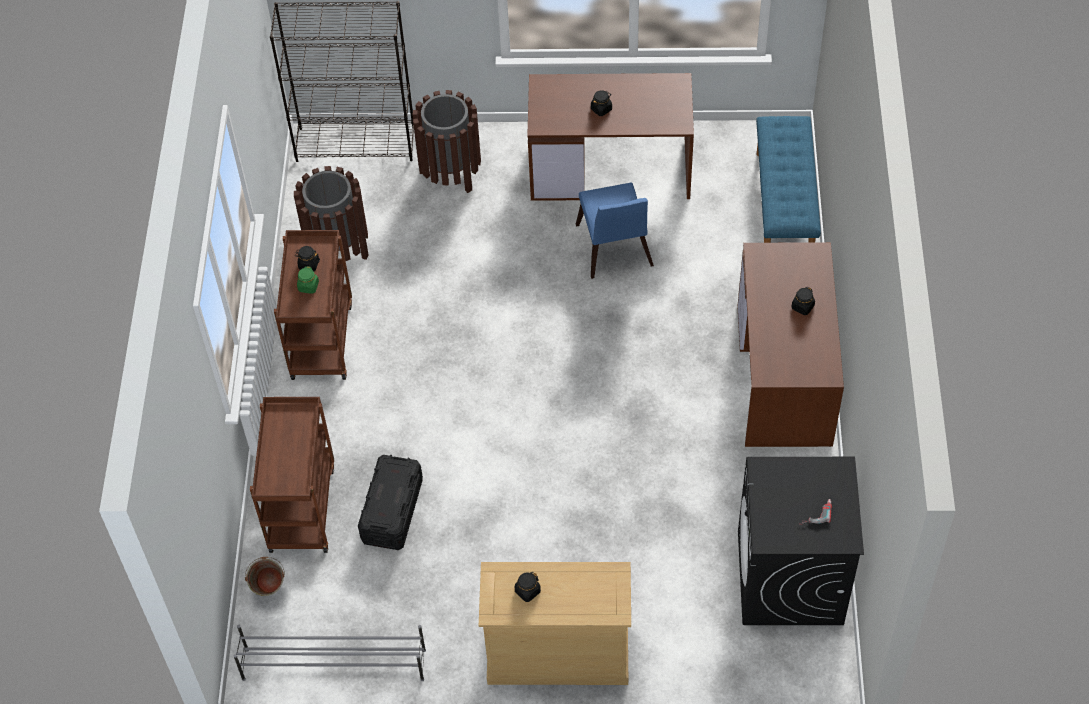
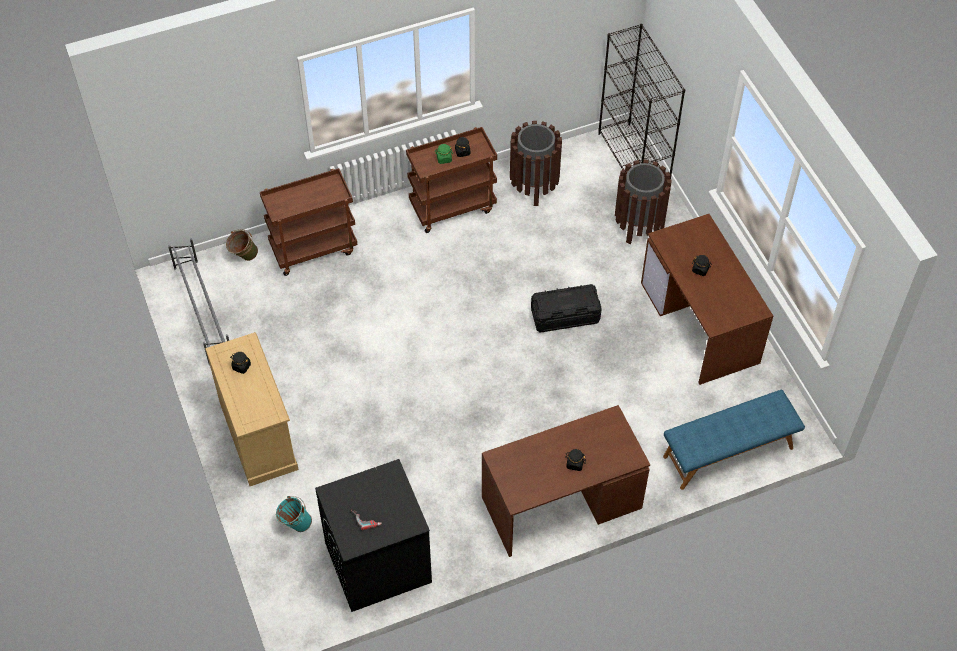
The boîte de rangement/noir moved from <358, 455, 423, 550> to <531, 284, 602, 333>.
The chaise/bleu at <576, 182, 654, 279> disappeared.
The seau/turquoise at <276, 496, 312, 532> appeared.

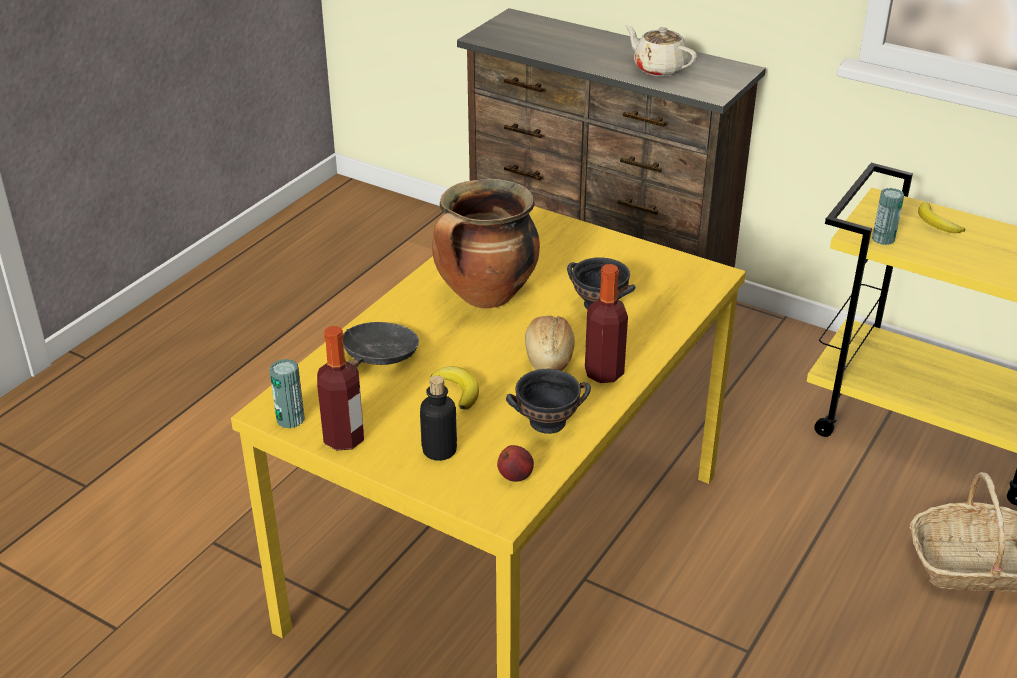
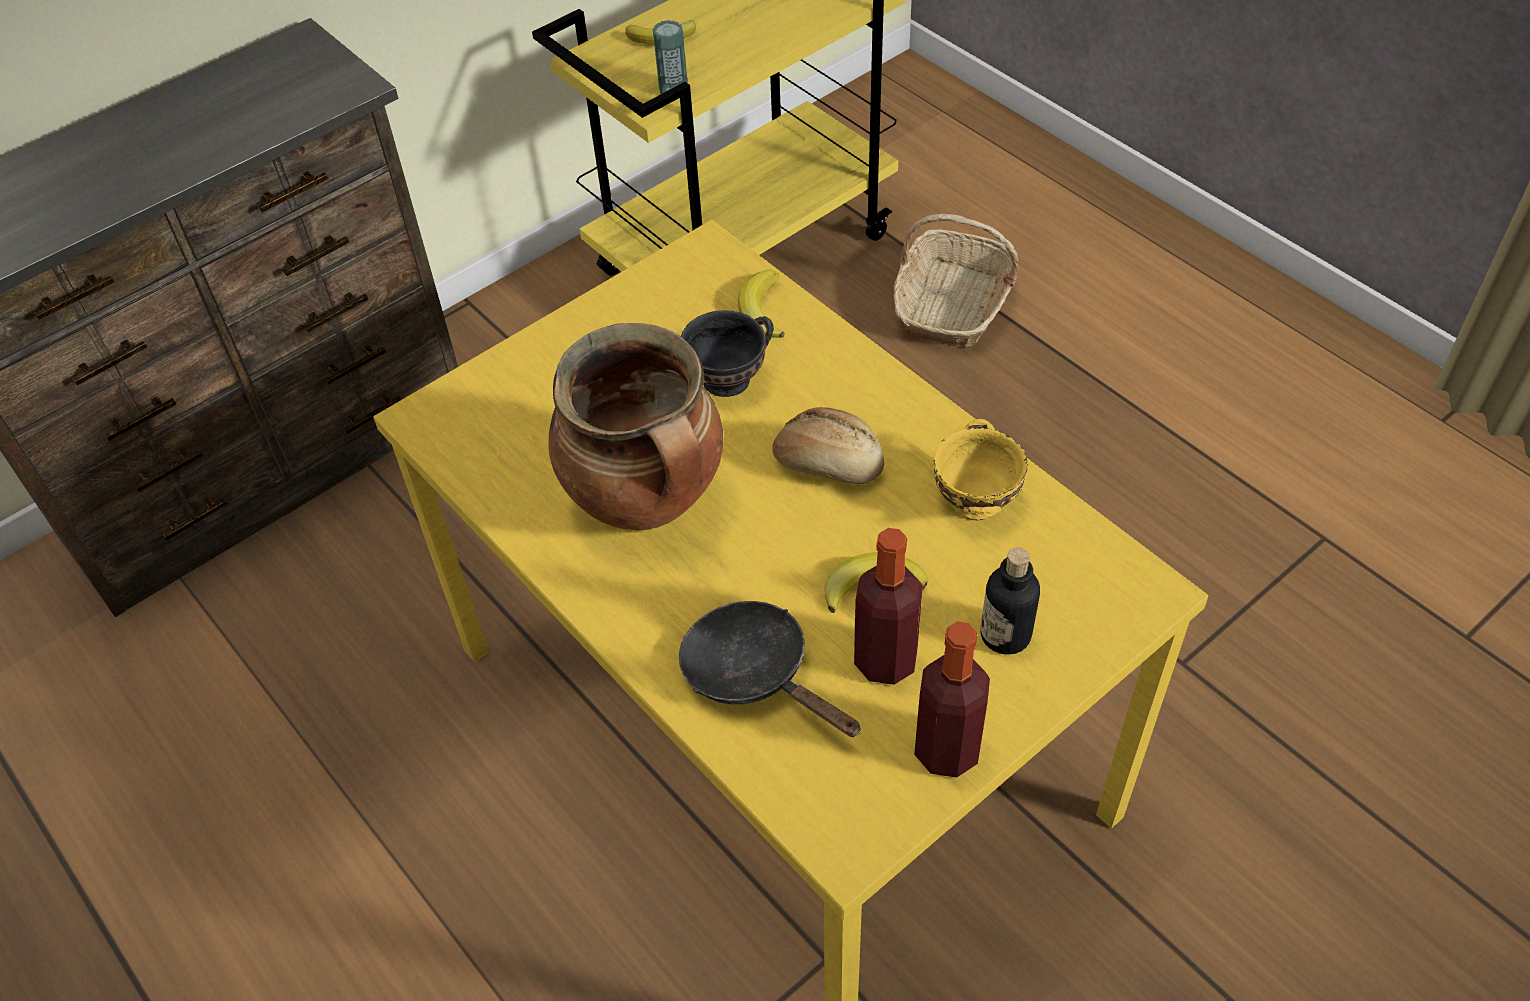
The boîte métallique at <269, 359, 305, 428> disappeared.
The pomme at <497, 445, 534, 482> disappeared.
The bol/noir at <506, 369, 591, 434> became the bol/jaune at <933, 419, 1028, 520>.
The bouteille moved from <585, 264, 628, 383> to <854, 528, 923, 685>.
The théière/beige at <625, 25, 697, 76> disappeared.
The banane at <738, 270, 785, 338> appeared.

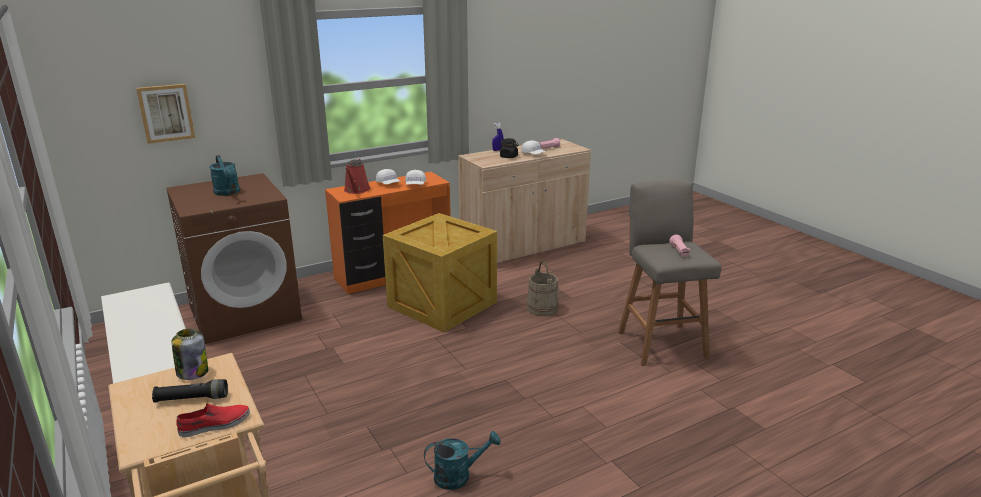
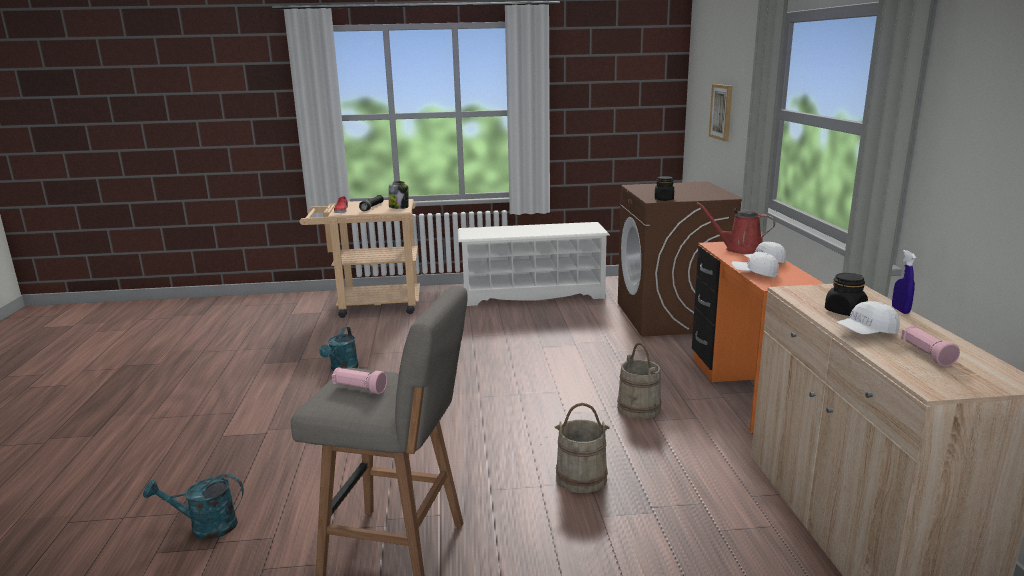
The arrosoir/turquoise moved from <209, 155, 240, 196> to <143, 474, 244, 539>.
The caisse at <383, 213, 497, 332> was replaced by the seau/beige at <617, 343, 662, 419>.
The bocal/noir at <655, 176, 674, 201> appeared.

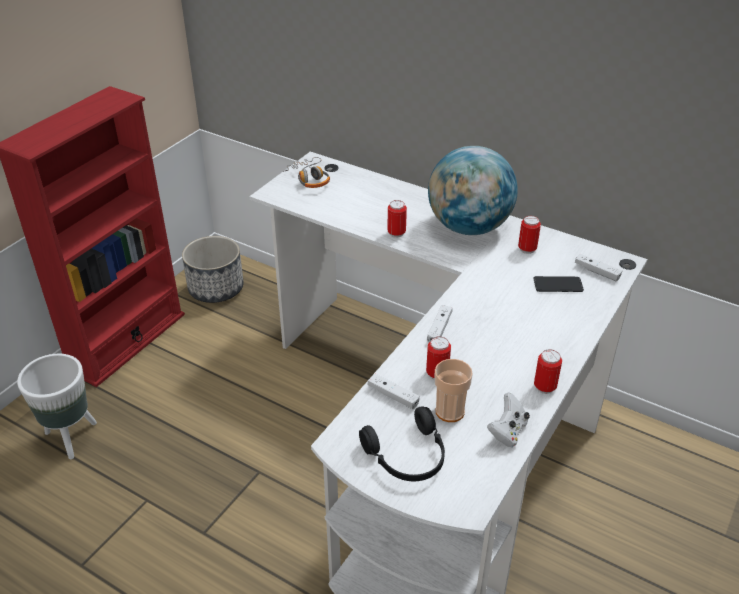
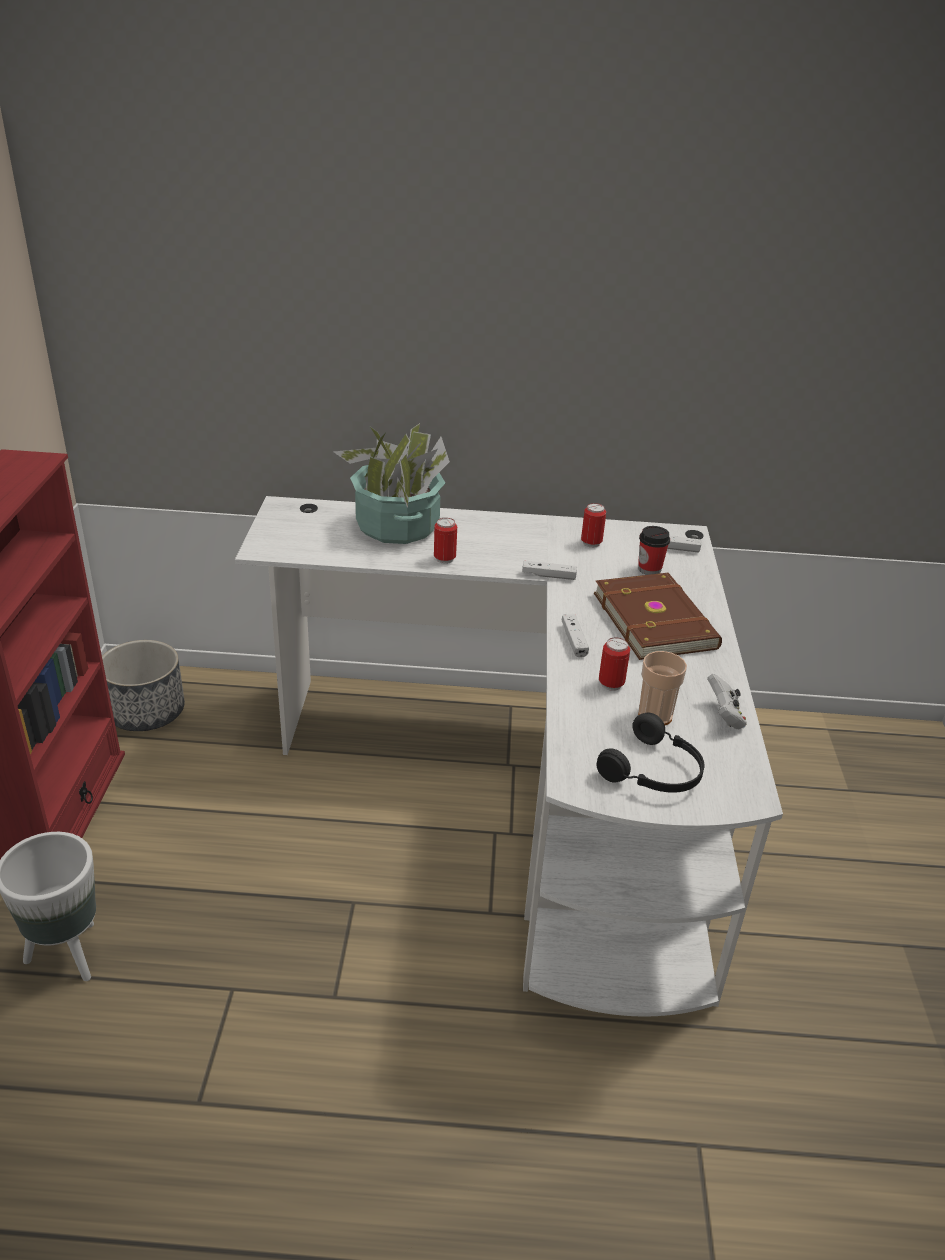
The casque audio at <283, 157, 330, 188> disappeared.
The manette/blanc moved from <368, 374, 420, 409> to <522, 561, 577, 580>.
The globe at <428, 146, 518, 235> disappeared.
The téléphone at <533, 276, 584, 292> was replaced by the tasse at <638, 526, 670, 575>.
The boîte métallique at <534, 349, 562, 394> disappeared.
The plante en pot at <333, 423, 450, 544> appeared.
The livre/marron at <594, 573, 722, 660> appeared.

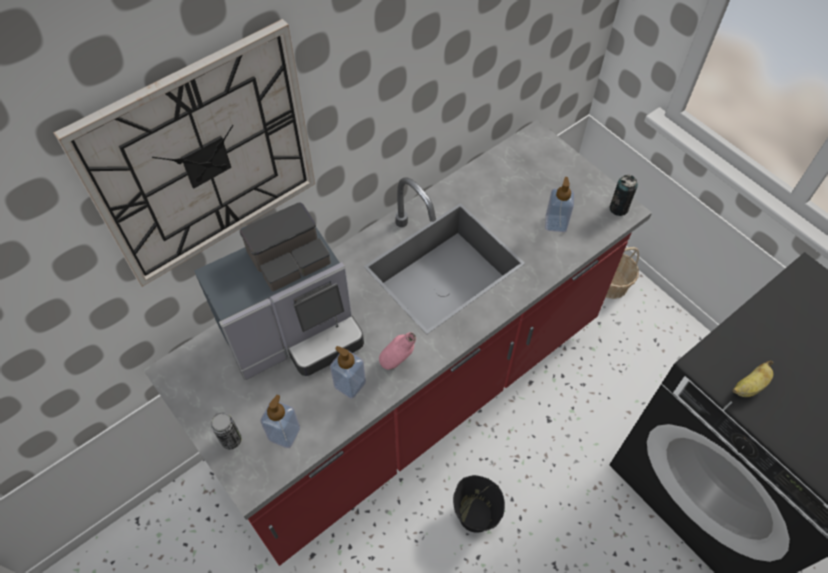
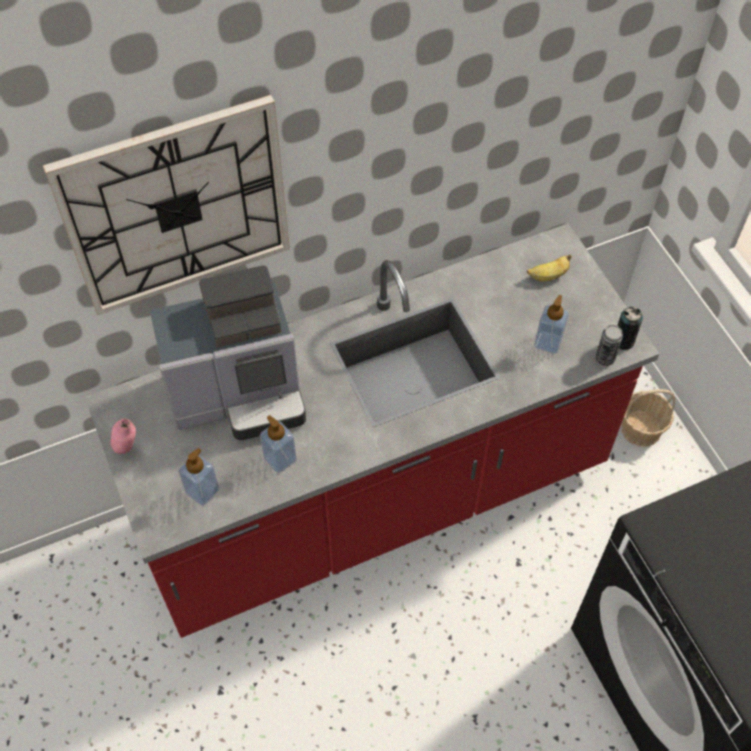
The boîte métallique moved from <211, 412, 242, 449> to <596, 325, 623, 366>.
The bouteille/rose moved from <379, 332, 416, 370> to <110, 418, 136, 454>.
The seau/noir at <453, 475, 505, 533> disappeared.
The banane moved from <733, 360, 773, 397> to <527, 254, 572, 282>.

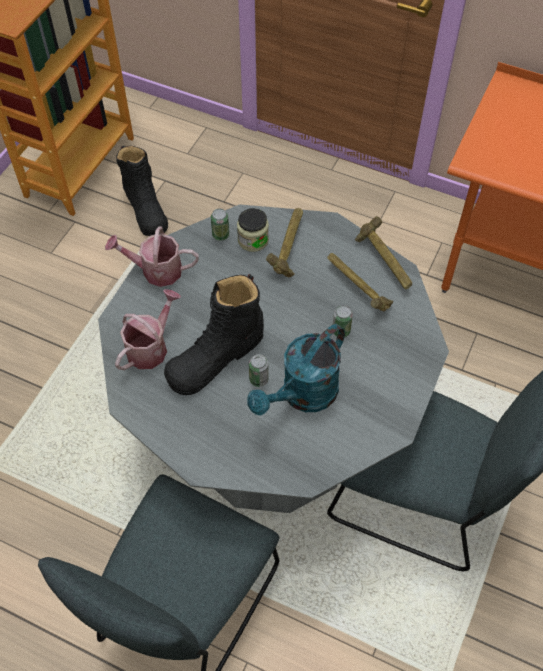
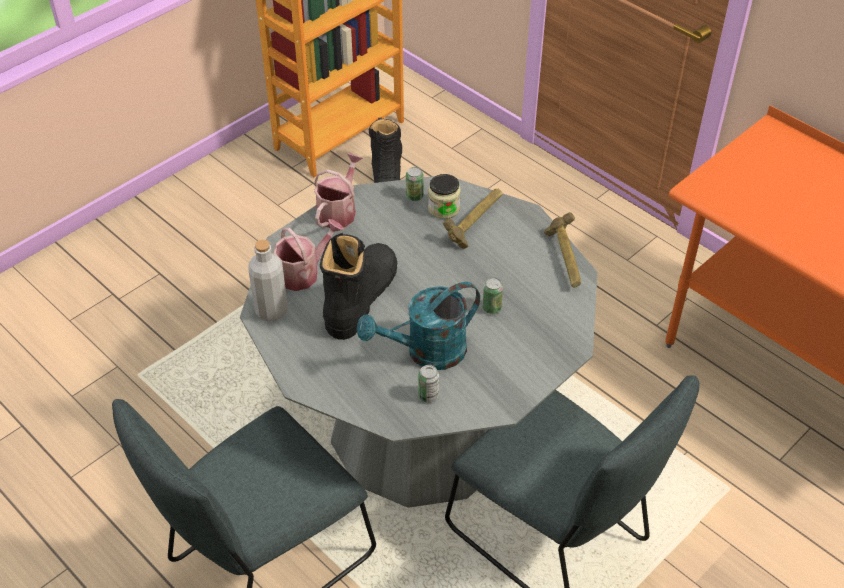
The arrosoir at <105, 226, 199, 287> turned 90 degrees clockwise.
The botte/noir at <164, 274, 264, 395> turned 135 degrees clockwise.
The boîte métallique moved from <249, 354, 269, 387> to <418, 365, 439, 403>.
The marteau at <327, 253, 393, 312> disappeared.
The bouteille/gris at <248, 239, 288, 321> appeared.

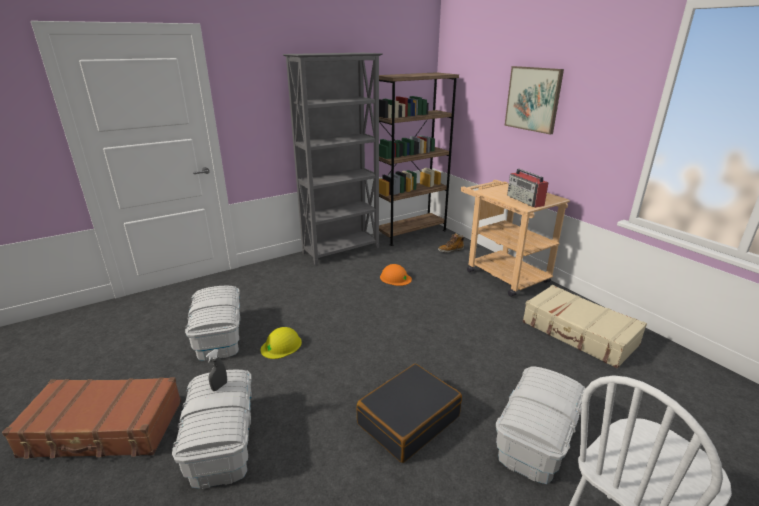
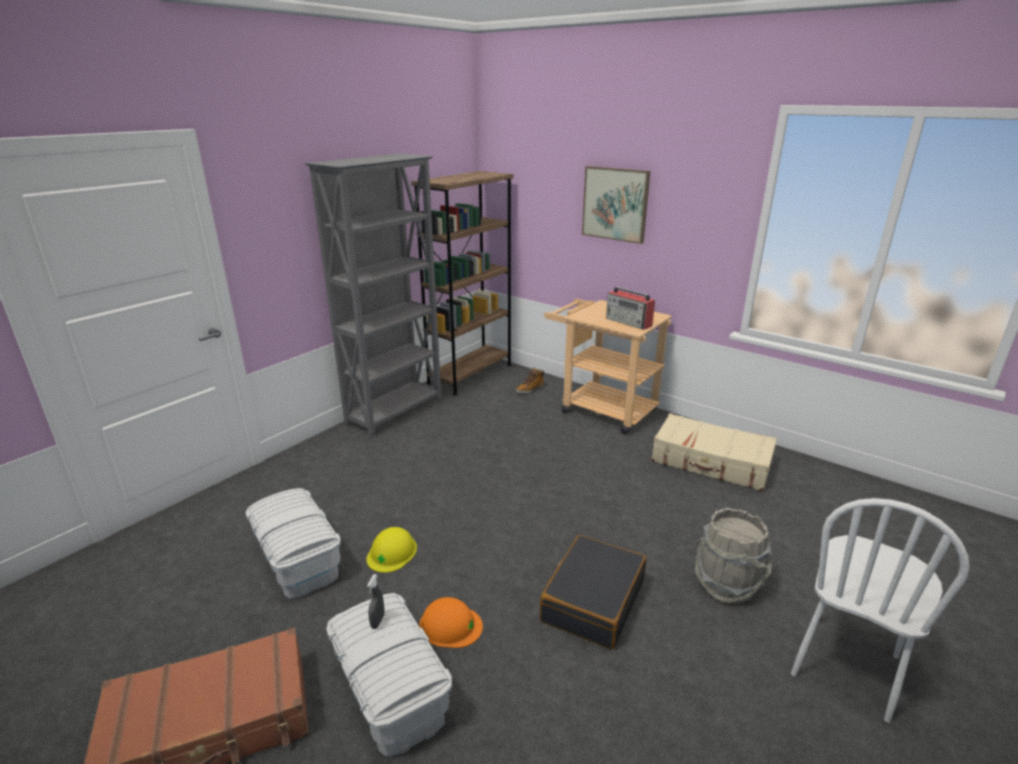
The casque de chantier/orange moved from <380, 264, 412, 286> to <419, 597, 483, 648>.
The boîte de rangement/blanc at <496, 366, 585, 484> was replaced by the seau/gris at <695, 508, 773, 604>.

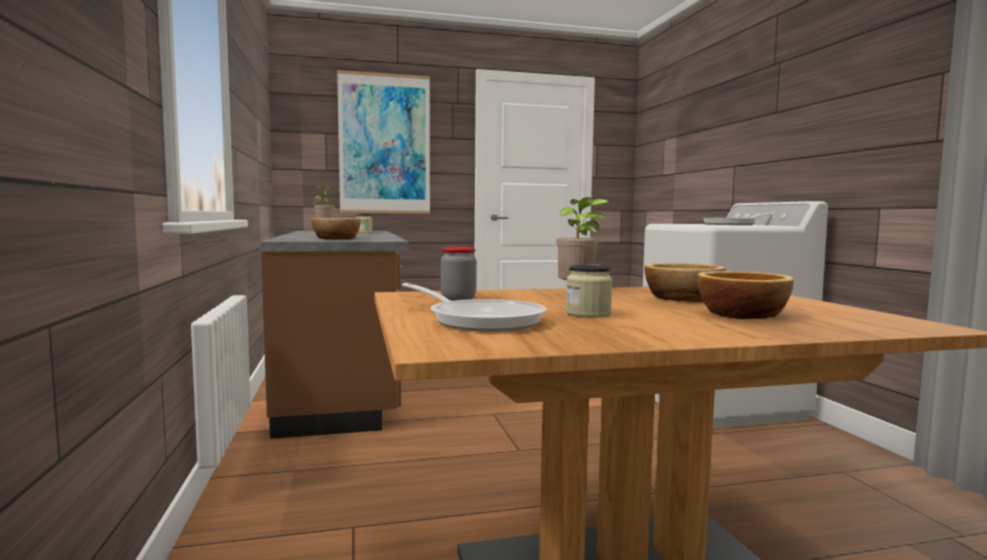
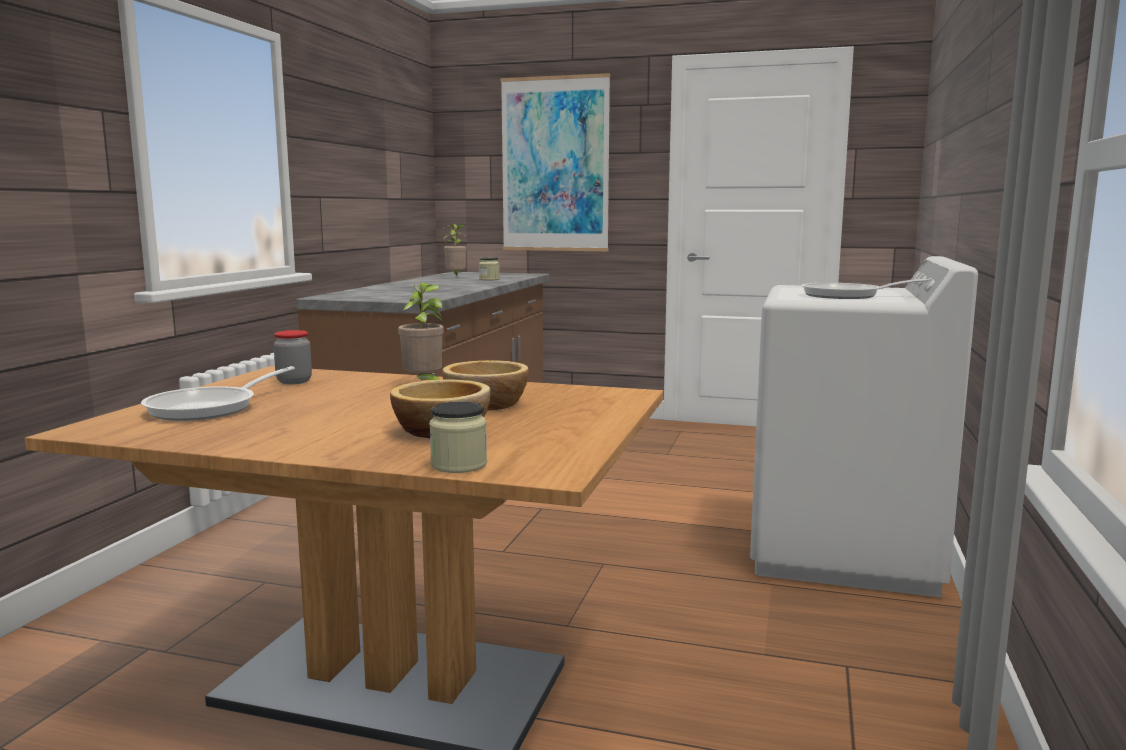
The bol at <311, 218, 361, 240> disappeared.
The poêle at <402, 283, 547, 332> turned 45 degrees clockwise.
The bocal moved from <566, 264, 612, 317> to <429, 402, 487, 473>.

